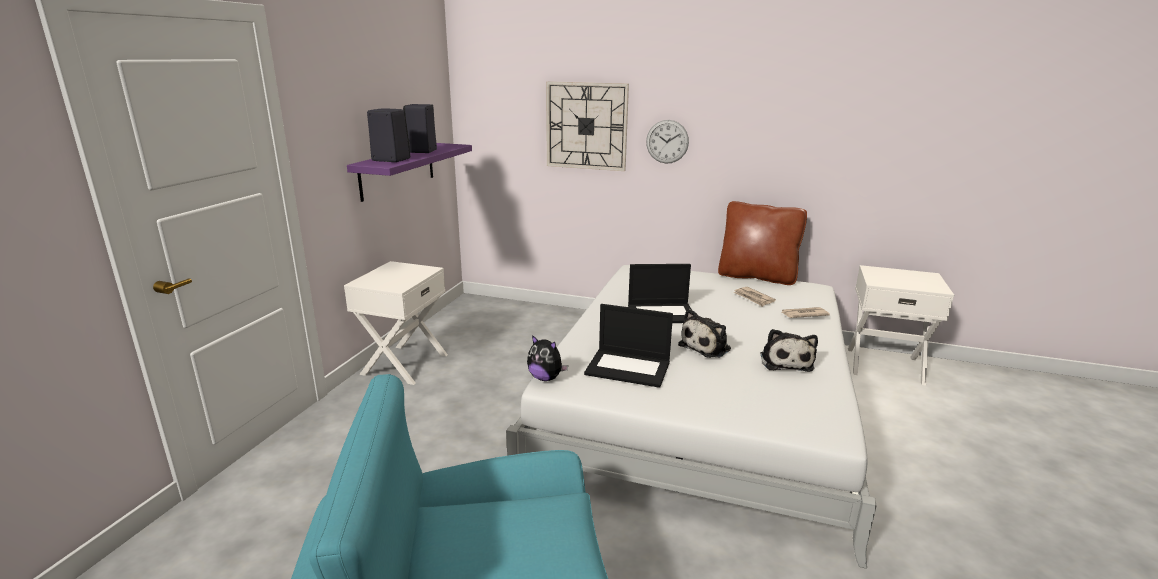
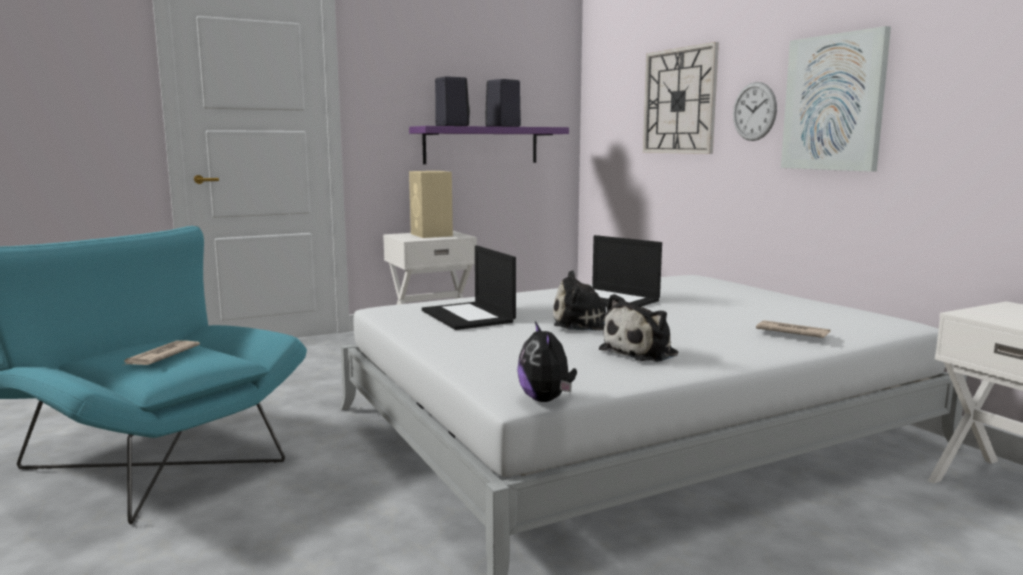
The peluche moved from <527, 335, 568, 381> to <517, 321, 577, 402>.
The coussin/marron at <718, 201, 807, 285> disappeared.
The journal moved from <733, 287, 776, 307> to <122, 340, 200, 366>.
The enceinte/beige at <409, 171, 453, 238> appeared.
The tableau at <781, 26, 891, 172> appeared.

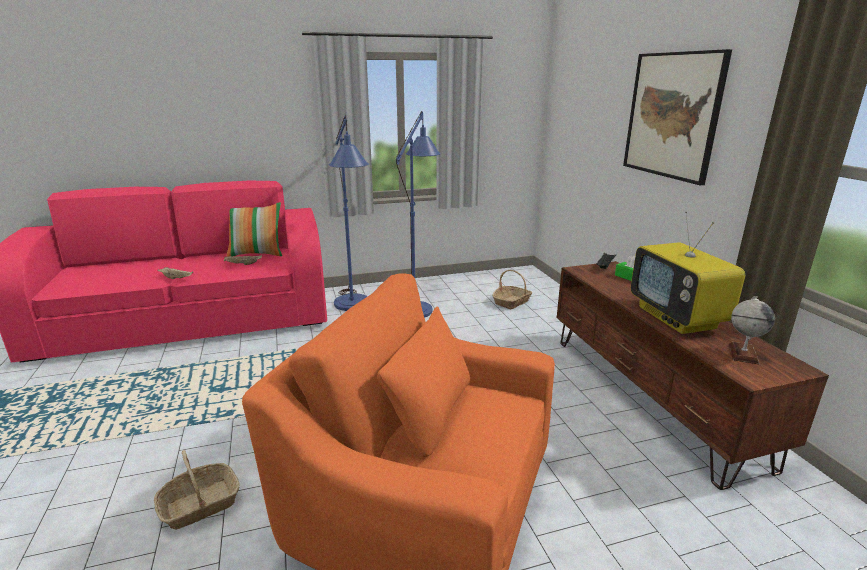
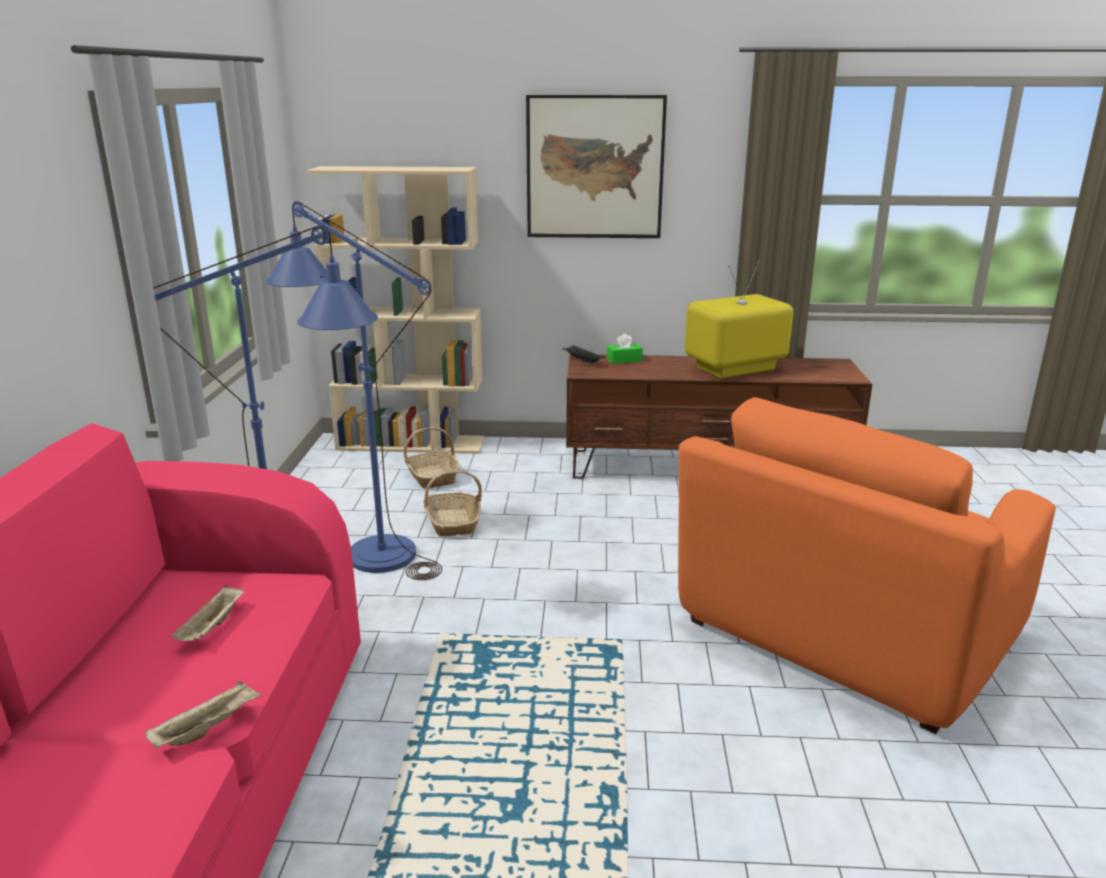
The panier moved from <154, 450, 240, 529> to <423, 470, 482, 536>.
The coussin at <227, 202, 282, 257> disappeared.
The téléviseur at <631, 211, 745, 334> turned 150 degrees clockwise.
The globe at <728, 296, 775, 364> disappeared.
The bibliothèque/beige at <306, 166, 485, 454> appeared.

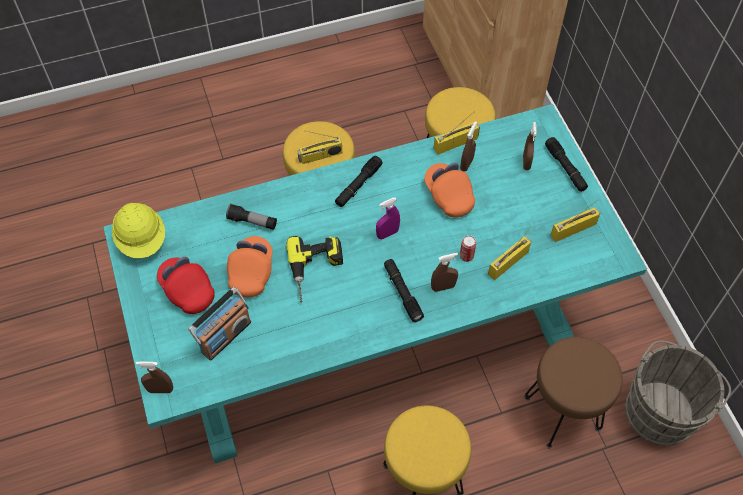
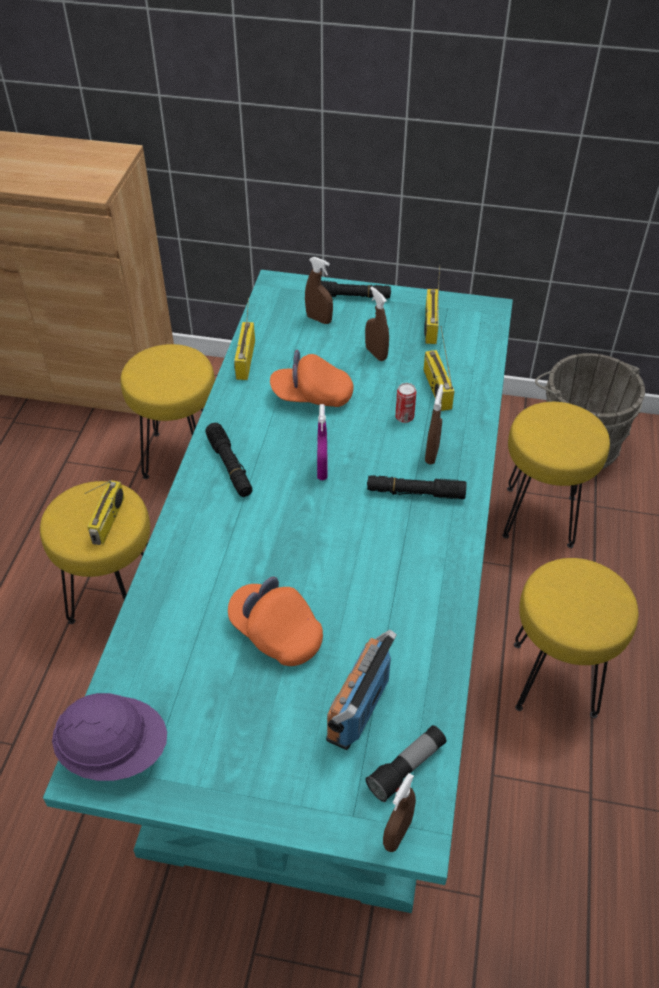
The casque de chantier/jaune at <112, 203, 165, 258> became the casque de chantier/violet at <52, 693, 167, 781>.
The casquette/rouge at <157, 257, 214, 314> disappeared.
The radio at <188, 287, 251, 361> turned 135 degrees counterclockwise.
The lampe de poche moved from <226, 204, 277, 230> to <365, 725, 447, 802>.
The perceuse at <286, 236, 343, 303> disappeared.
The vaporisateur/marron moved from <460, 121, 477, 172> to <365, 287, 389, 361>.
The tabouret/marron at <524, 337, 623, 448> became the tabouret/jaune at <502, 402, 610, 548>.

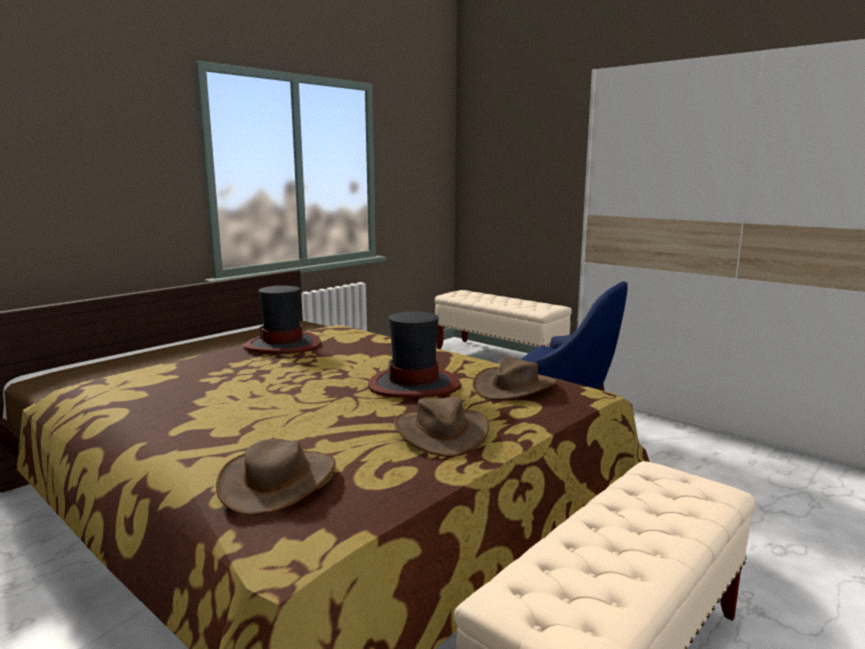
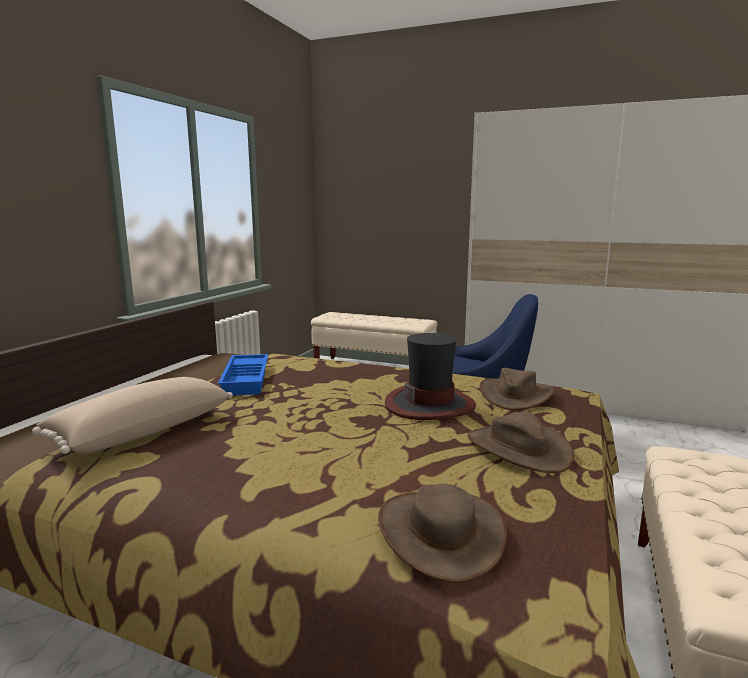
The chapeau at <244, 286, 321, 353> was replaced by the plateau/bleu at <218, 354, 268, 395>.
The coussin/beige at <32, 377, 233, 454> appeared.

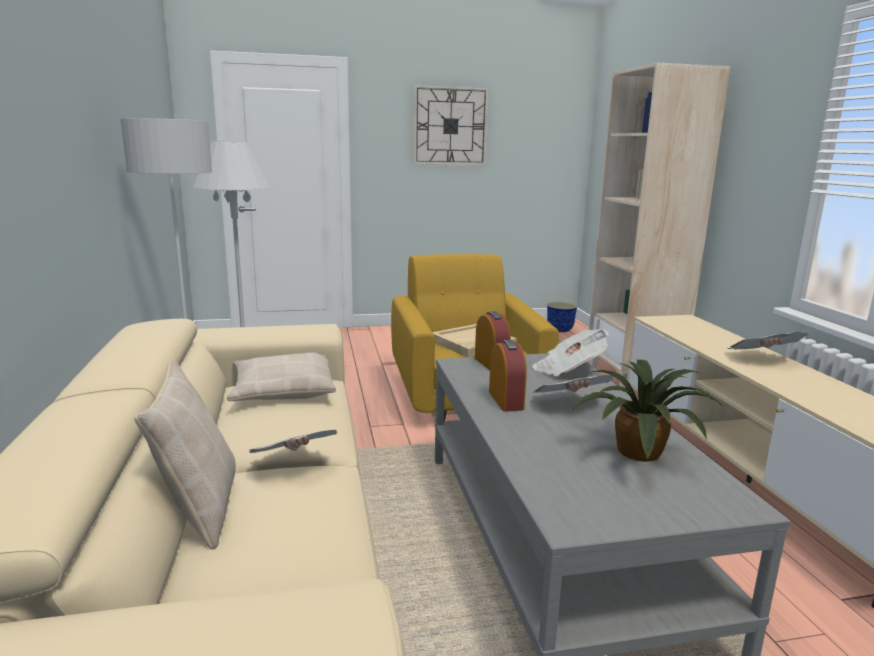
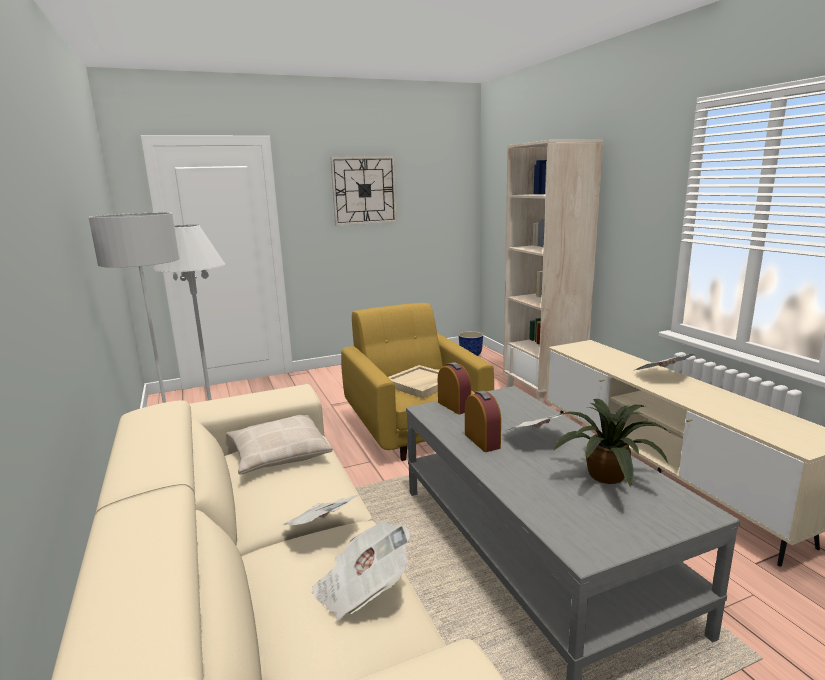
The coussin/beige at <134, 359, 236, 550> disappeared.
The journal moved from <532, 329, 609, 376> to <312, 521, 411, 620>.

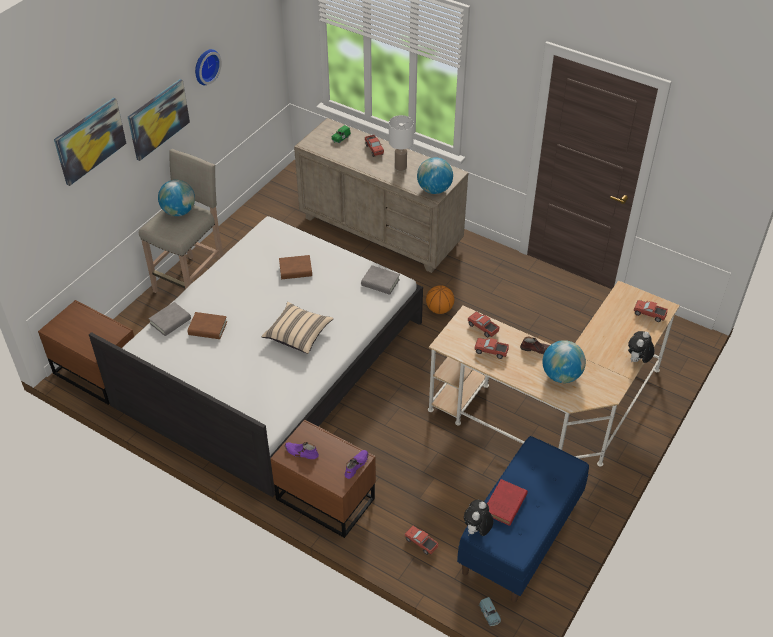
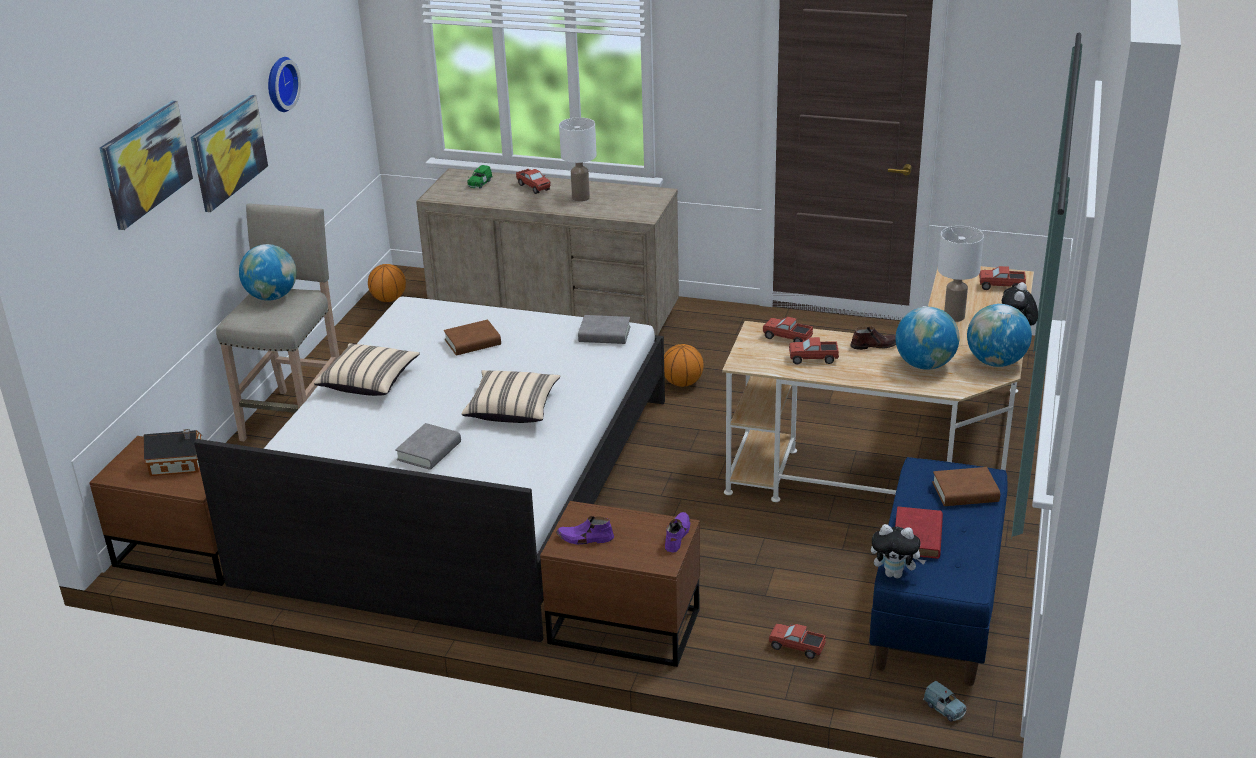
The livre/gris moved from <148, 302, 191, 336> to <395, 423, 461, 470>.
The livre/marron moved from <188, 312, 227, 339> to <932, 467, 1000, 506>.
The globe moved from <417, 157, 453, 194> to <967, 304, 1032, 367>.
The peluche at <464, 500, 494, 536> turned 90 degrees counterclockwise.
The maison miniature at <143, 429, 202, 476> appeared.
The coussin/beige at <314, 343, 420, 396> appeared.
The ballon de basket at <368, 264, 406, 302> appeared.
The lampe de table/blanc at <938, 226, 984, 322> appeared.

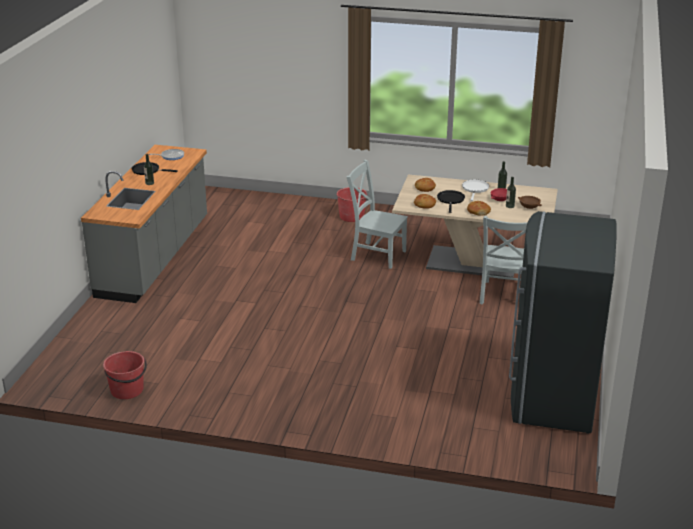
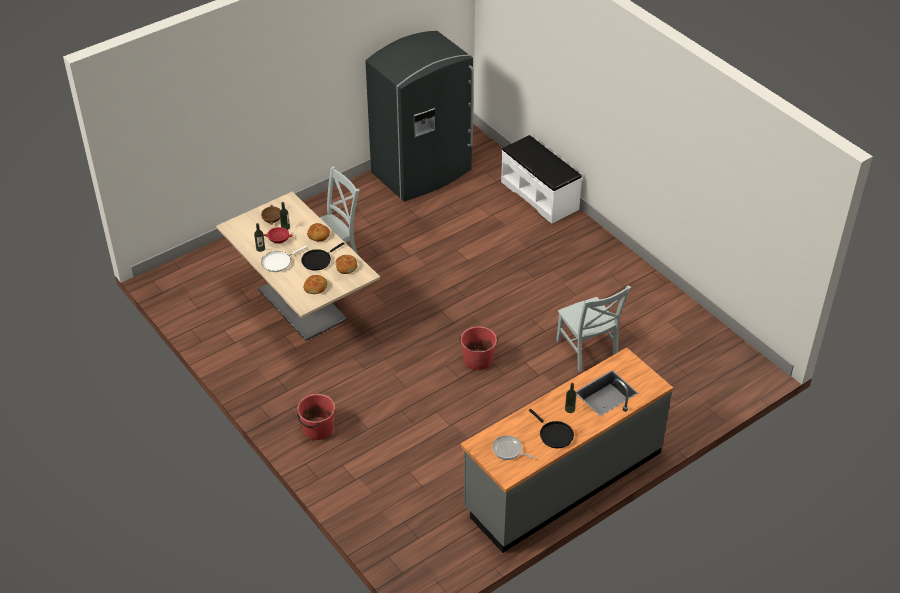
The seau/rouge moved from <103, 351, 147, 399> to <459, 326, 498, 370>.
The chaise/gris moved from <346, 160, 408, 269> to <556, 285, 631, 372>.
The banc/blanc at <501, 135, 582, 224> appeared.

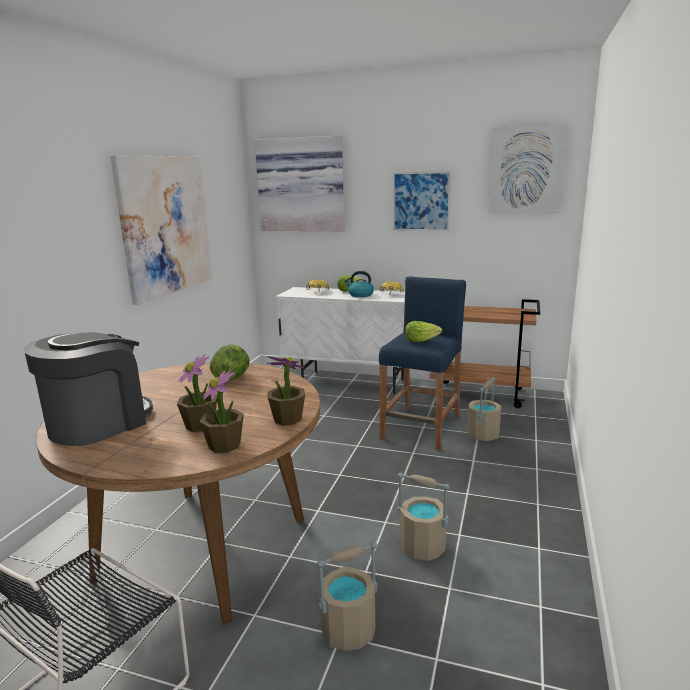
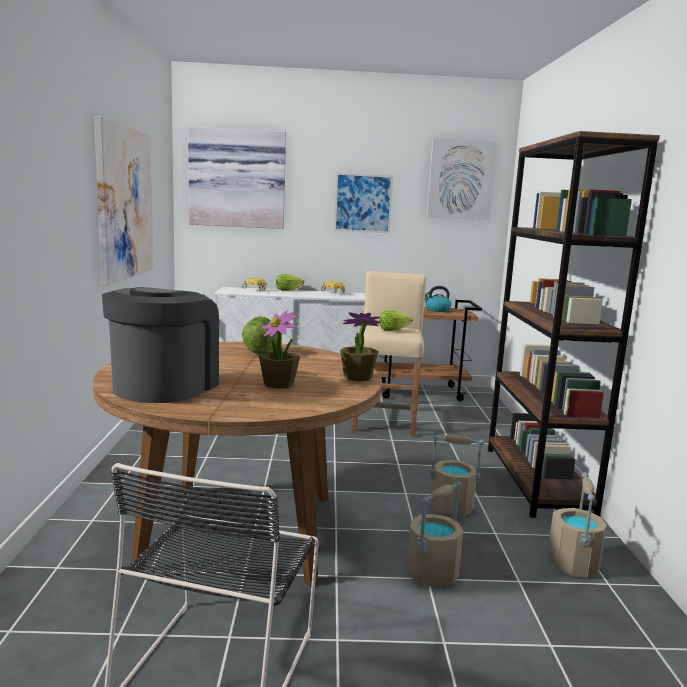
The plante en pot at <199, 369, 244, 453> disappeared.
The bouilloire moved from <345, 271, 374, 297> to <425, 286, 451, 312>.
The tabouret/bleu at <379, 276, 466, 451> became the tabouret/beige at <352, 271, 426, 437>.
The seau/beige moved from <467, 377, 501, 441> to <547, 472, 607, 578>.
The bibliothèque/marron at <488, 131, 660, 518> appeared.

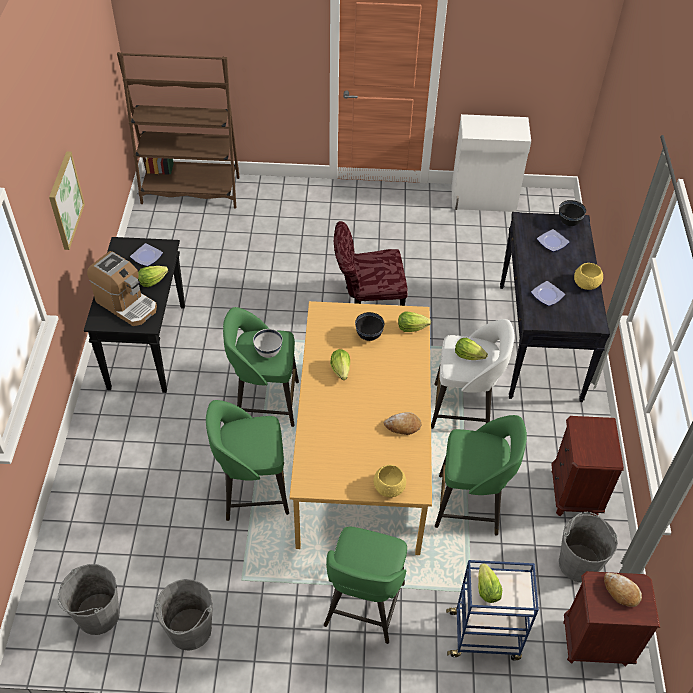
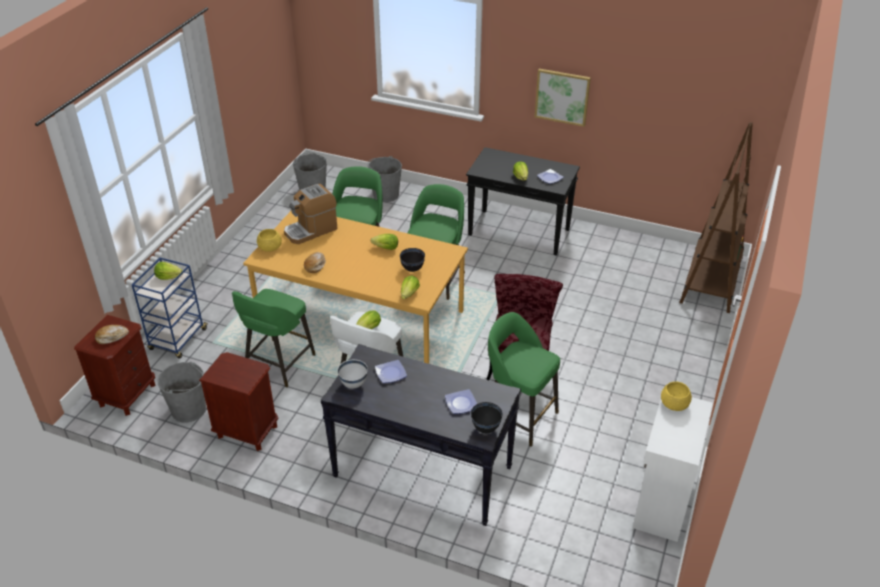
The machine à café moved from <87, 251, 157, 326> to <284, 184, 337, 244>.
The seau/gris moved from <155, 579, 213, 651> to <367, 156, 402, 202>.
The bol/blanc moved from <253, 329, 283, 358> to <337, 359, 368, 388>.
The tabouret/vert moved from <324, 527, 407, 644> to <488, 312, 560, 446>.
The bol/jaune moved from <574, 263, 603, 290> to <661, 381, 692, 411>.

